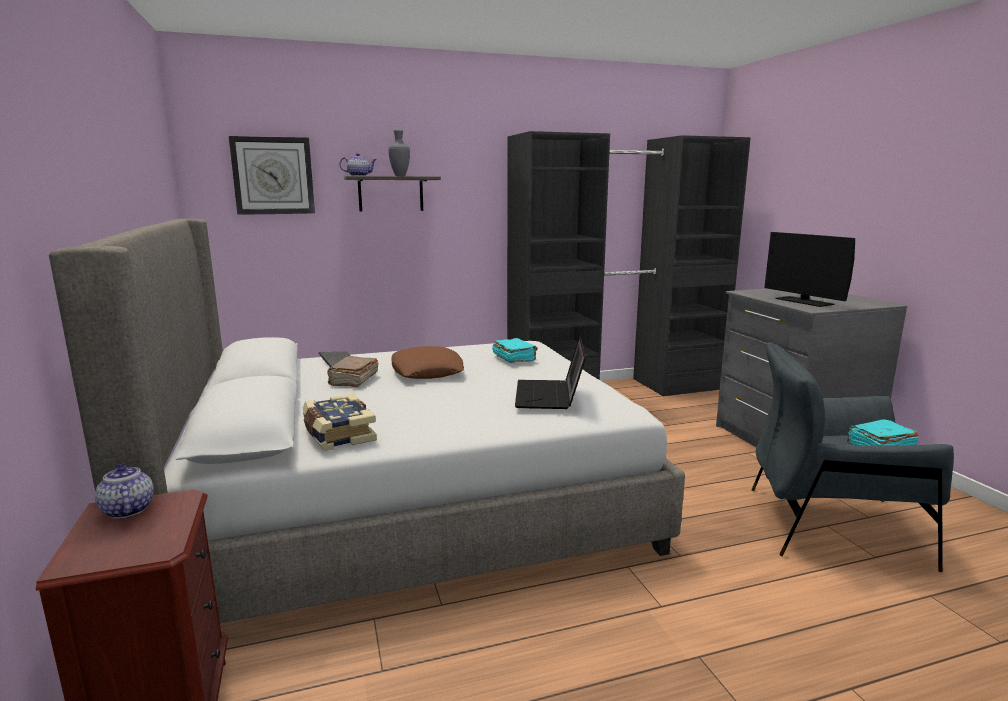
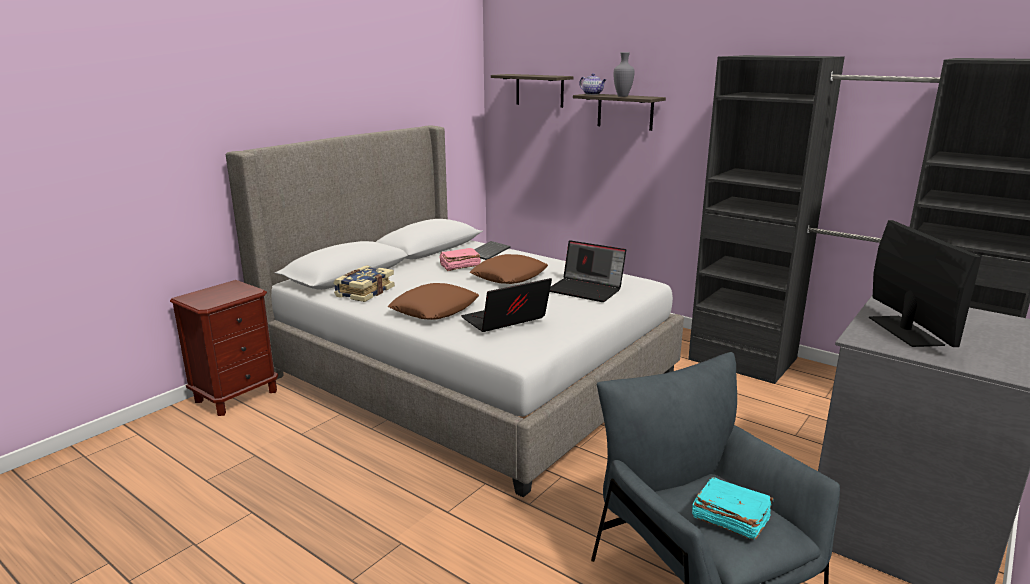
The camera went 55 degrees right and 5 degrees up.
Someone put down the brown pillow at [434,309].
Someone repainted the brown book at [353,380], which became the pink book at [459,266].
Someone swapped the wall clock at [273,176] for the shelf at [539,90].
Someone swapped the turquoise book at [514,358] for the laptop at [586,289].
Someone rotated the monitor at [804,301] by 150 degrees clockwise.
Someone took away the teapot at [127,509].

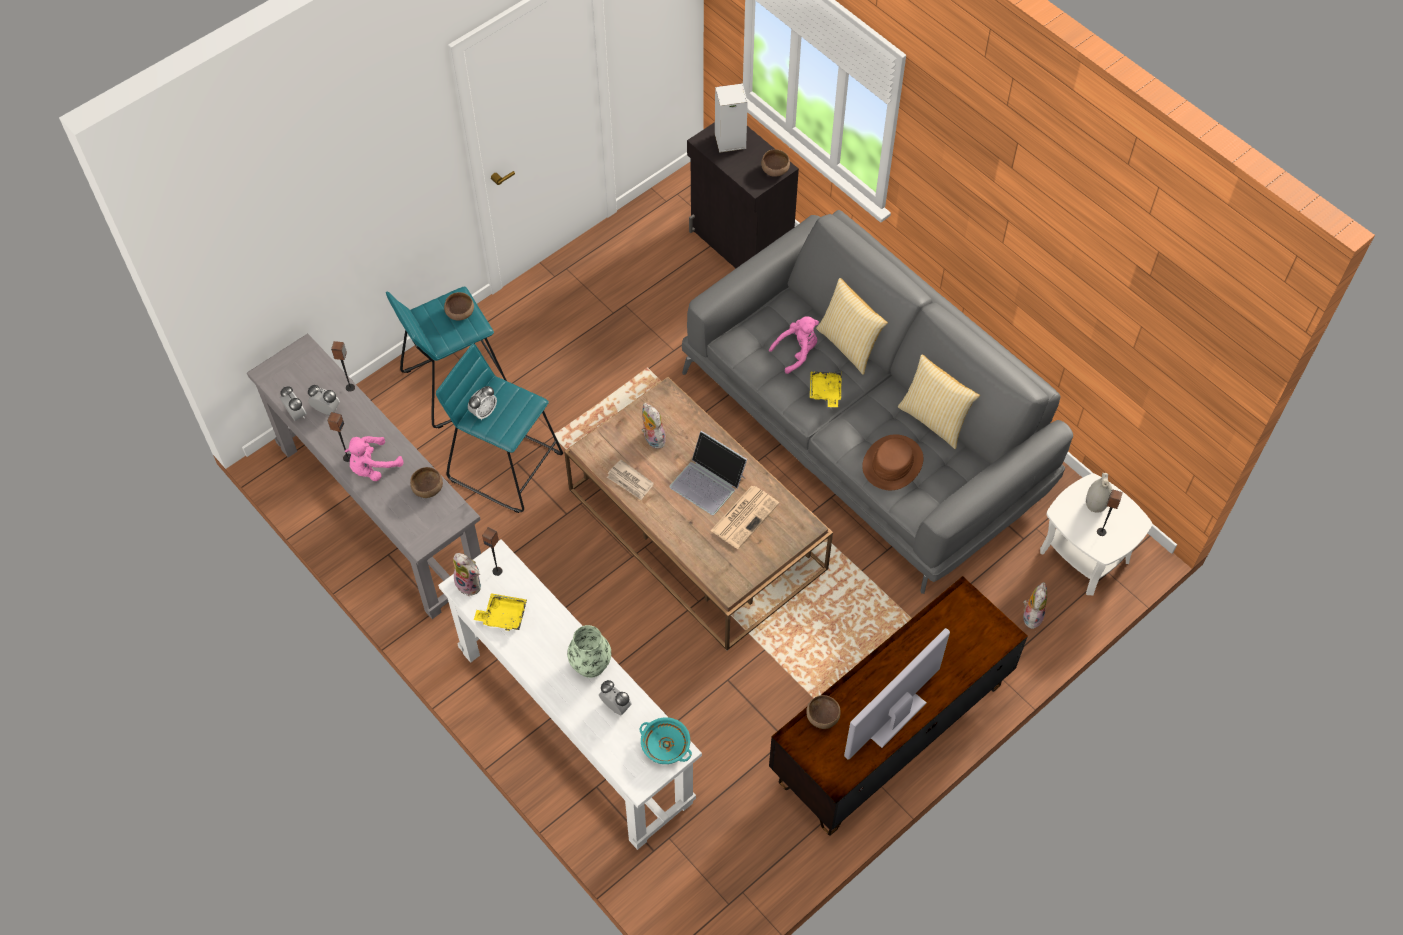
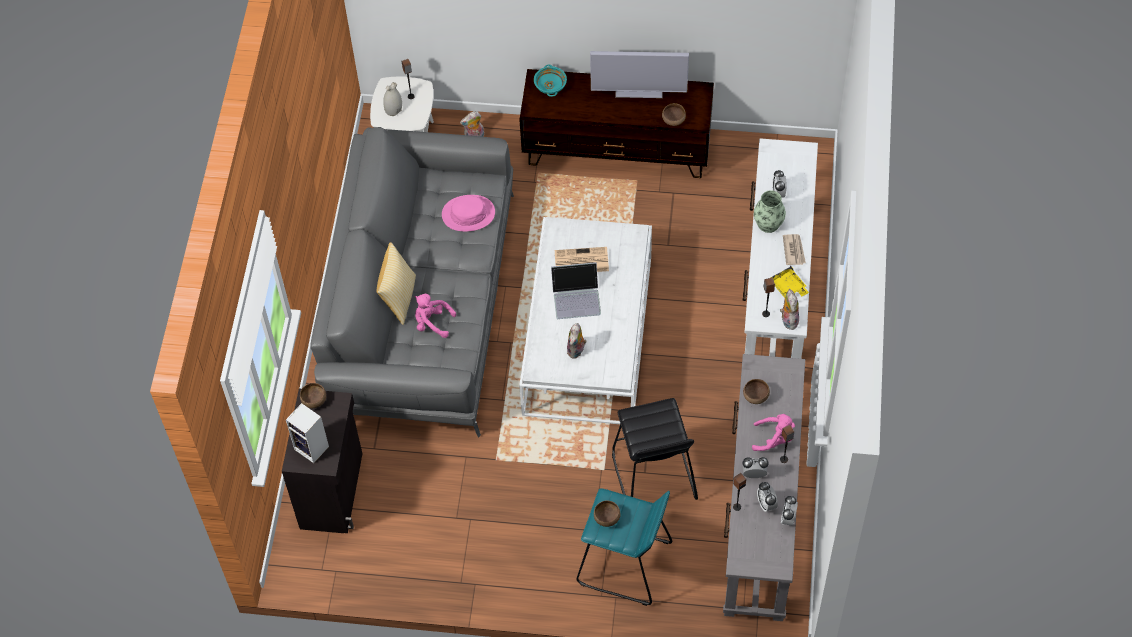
The camera went 130 degrees left and 0 degrees up.
Someone repainted the brown hat at [892,463], which became the pink hat at [468,214].
Someone repainted the brown coffee table at [697,529], which became the white coffee table at [587,335].
Someone carried the turquoise bowl from [665,746] to [550,86].
Someone rotated the laptop at [708,482] by 90 degrees clockwise.
Someone repainted the turquoise stool at [506,465], which became the black stool at [653,476].
Someone carried the alarm clock from [484,412] to [754,474].
Someone carried the newspaper from [630,481] to [794,250].
Someone took away the yellow tray at [825,392].
Someone took away the pillow at [934,420].

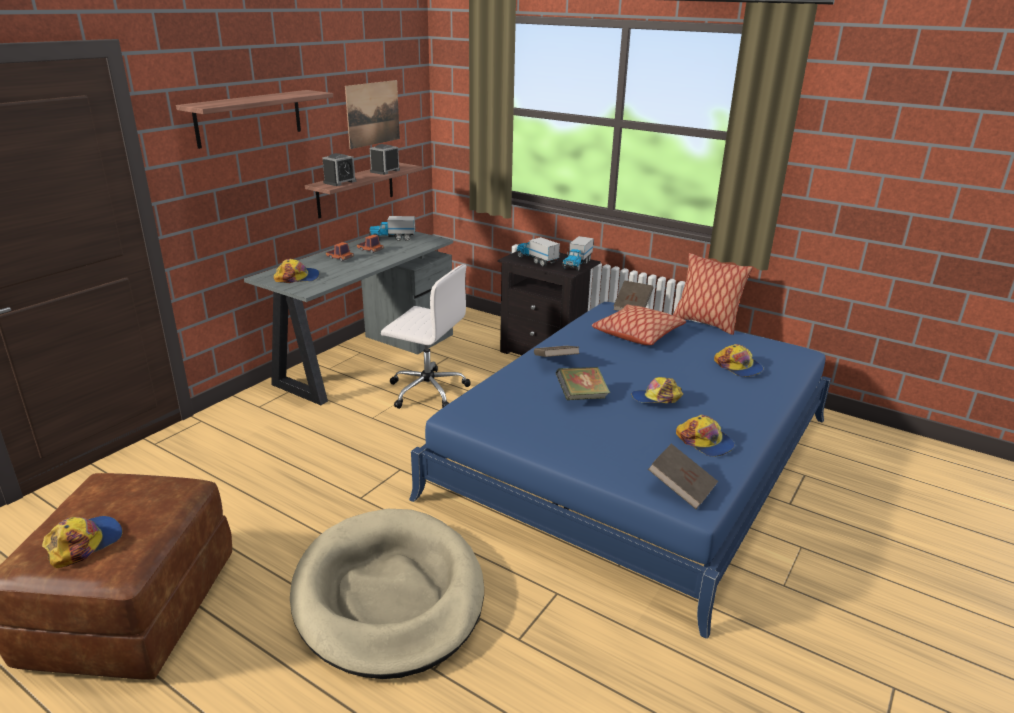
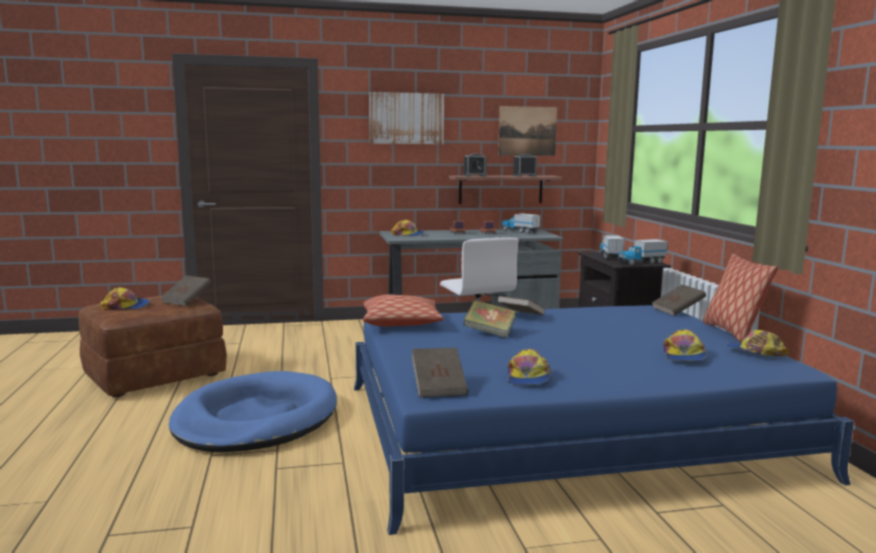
The camera went 45 degrees right and 15 degrees down.
Someone put down the brown book at [187,300].
Someone repainted the beige dog bed at [389,595], which became the blue dog bed at [256,419].
Someone carried the pillow from [637,334] to [401,323].
Someone swapped the shelf at [249,118] for the picture at [406,118].
Someone carried the cap from [656,398] to [754,353].

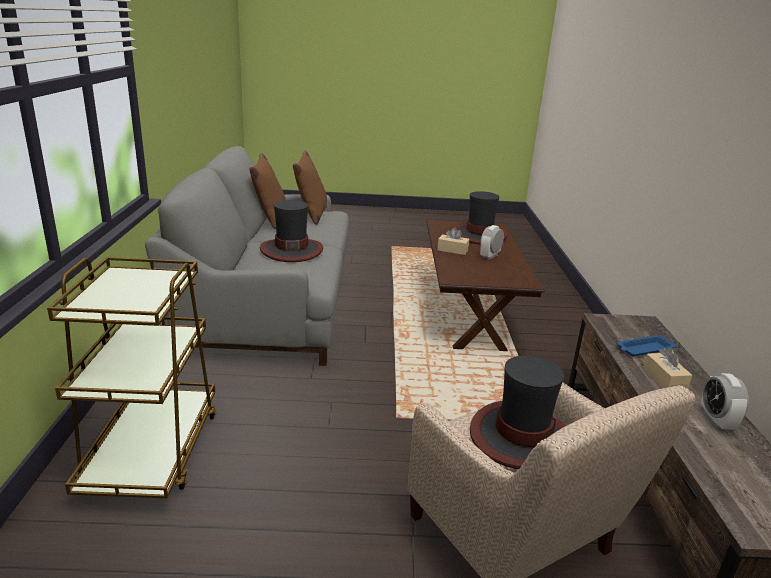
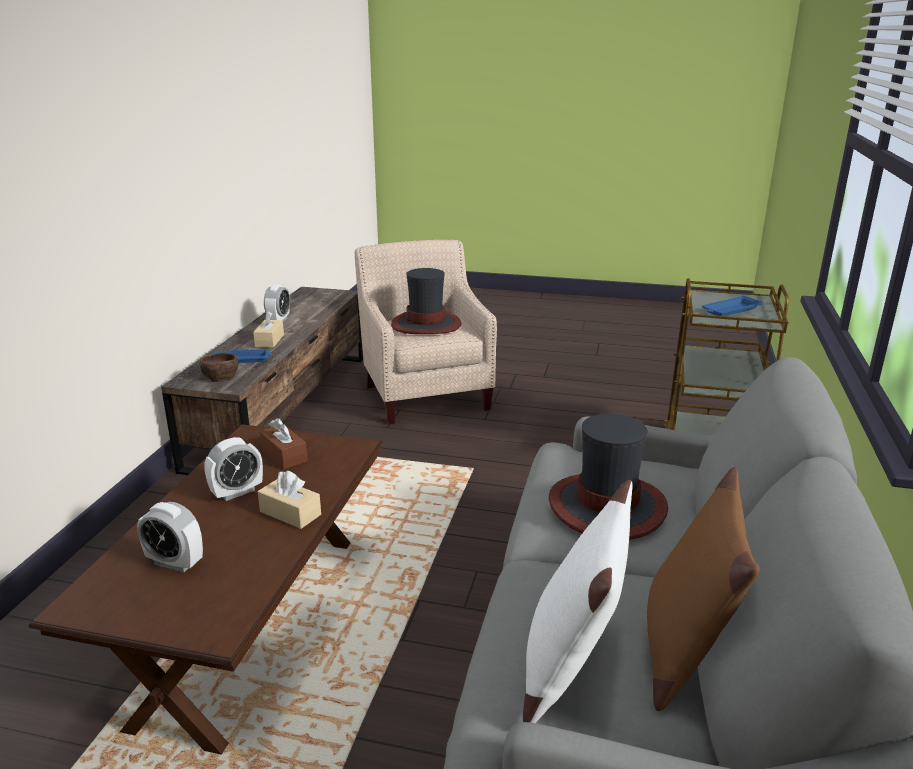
The camera went 165 degrees left and 0 degrees up.
Someone swapped the hat at [479,235] for the alarm clock at [175,563].
Someone put down the brown bowl at [220,376].
Someone put down the brown tissue box at [284,455].
Someone repainted the brown pillow at [311,216], which became the white pillow at [571,665].
Someone put down the blue tray at [730,310].

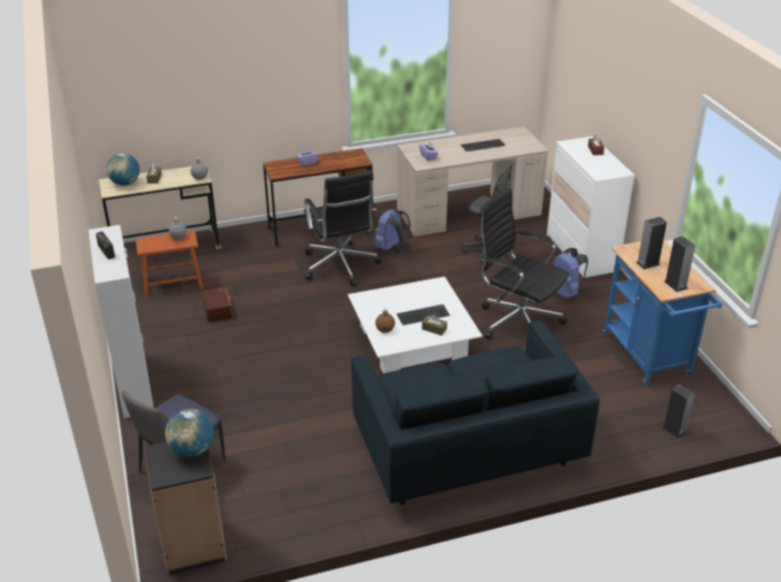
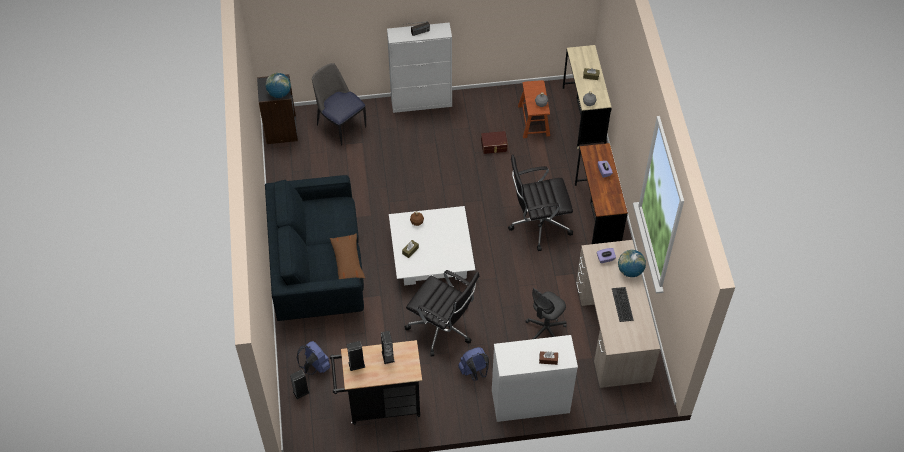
The camera went 100 degrees right and 20 degrees up.
Someone carried the blue backpack from [391,249] to [315,366].
Someone put down the brown pillow at [347,261].
Someone repainted the blue cart at [649,358], which became the black cart at [379,404].
Someone rotated the black office chair at [517,321] by 75 degrees clockwise.
Someone carried the globe from [125,183] to [630,271].
Someone took away the keyboard at [423,315].

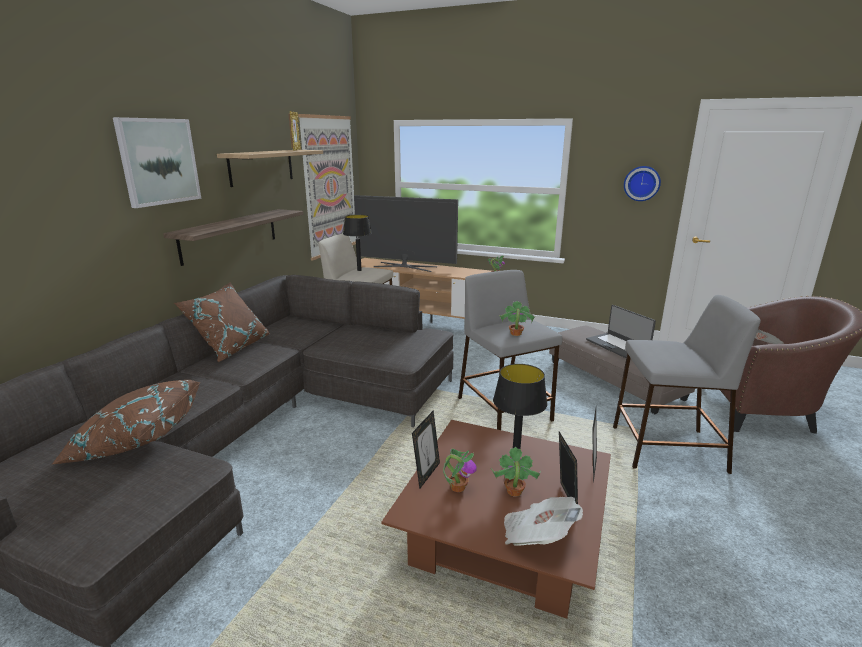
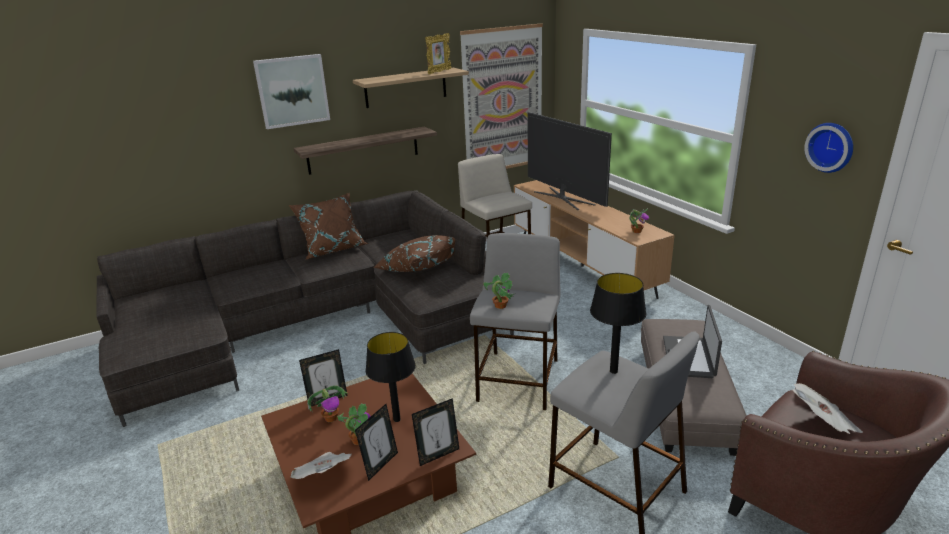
The camera went 40 degrees right and 5 degrees up.
Someone carried the brown pillow from [136,440] to [418,268].
Someone carried the black table lamp from [359,270] to [614,371].

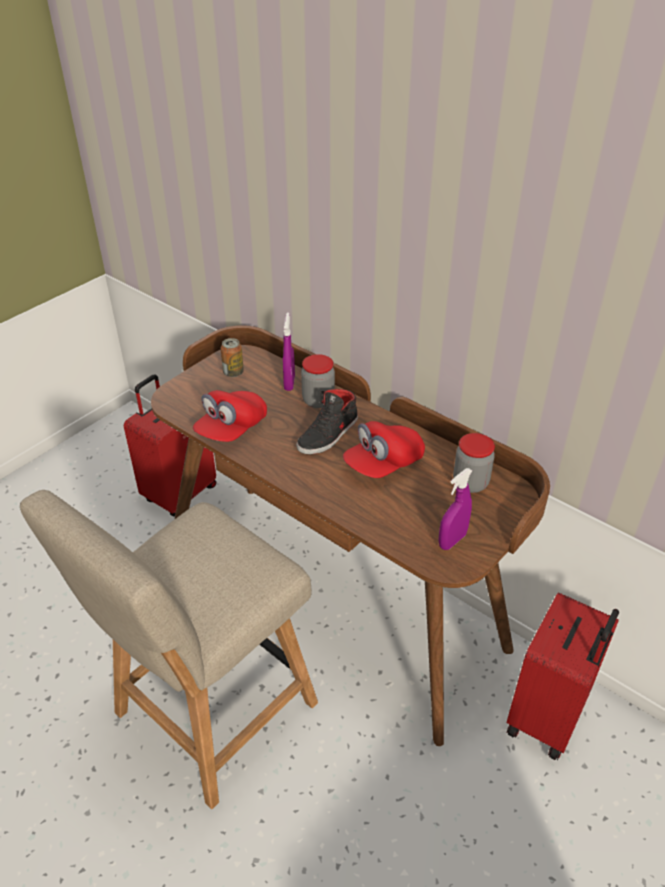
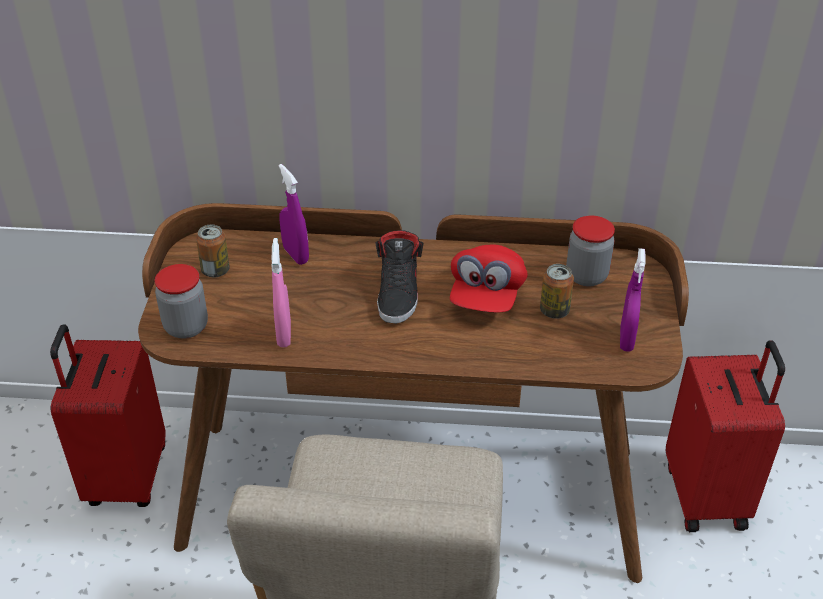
The camera went 35 degrees left and 0 degrees up.
Someone carried the jar from [318,400] to [186,327].
Someone swapped the red cap at [231,429] for the pink spray bottle at [284,334].
Someone put down the can at [554,311].

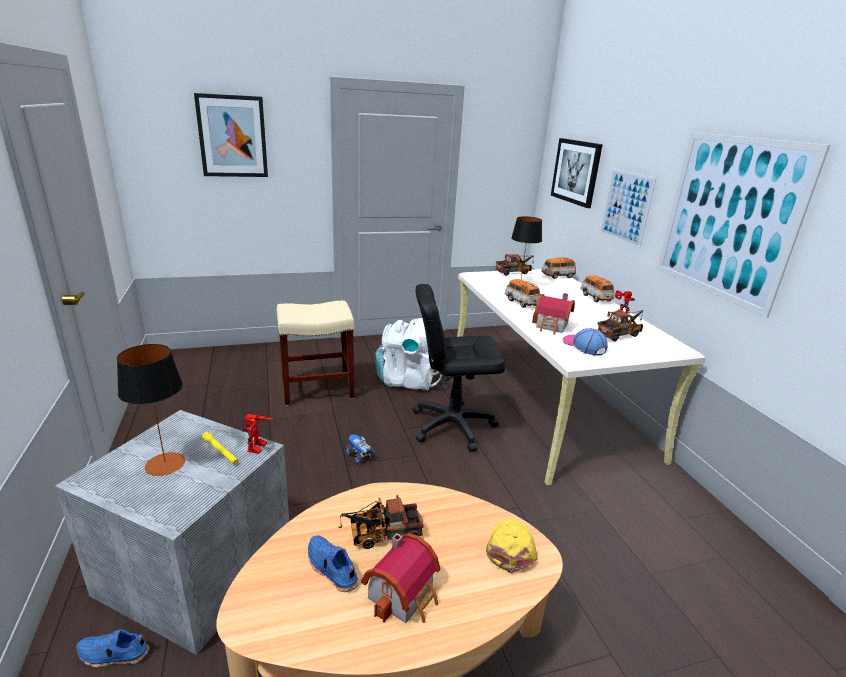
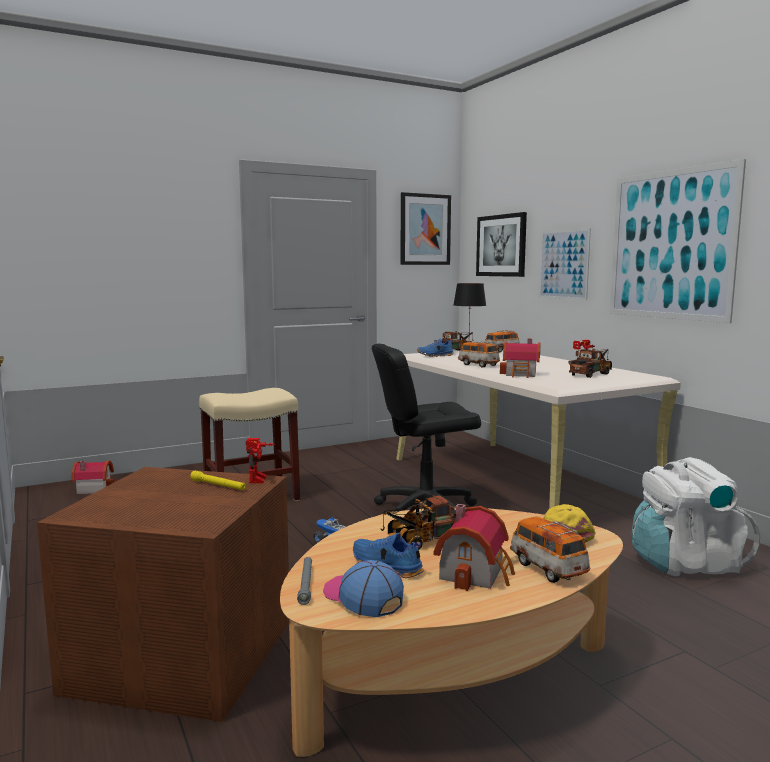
The camera went 10 degrees left and 15 degrees down.
Someone repainted the grey storage box at [196,567], which became the brown storage box at [181,653].
Someone put down the toy house at [94,488].
Someone put down the grey flashlight at [306,584].
Someone carried the cap from [583,345] to [362,597].
Someone carried the picture from [232,136] to [425,229].
Someone carried the blue shoe from [113,655] to [435,355].
Someone carried the toy car from [595,297] to [547,568].
Someone carried the white backpack from [407,380] to [685,563].
Someone took away the table lamp at [165,464].

